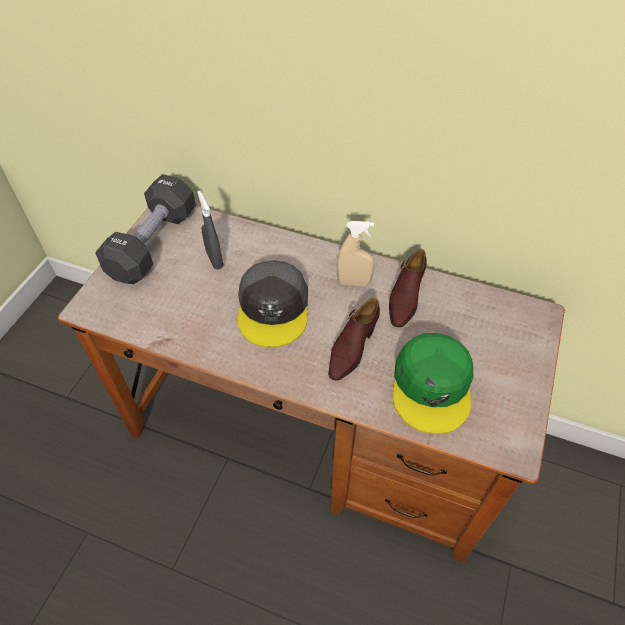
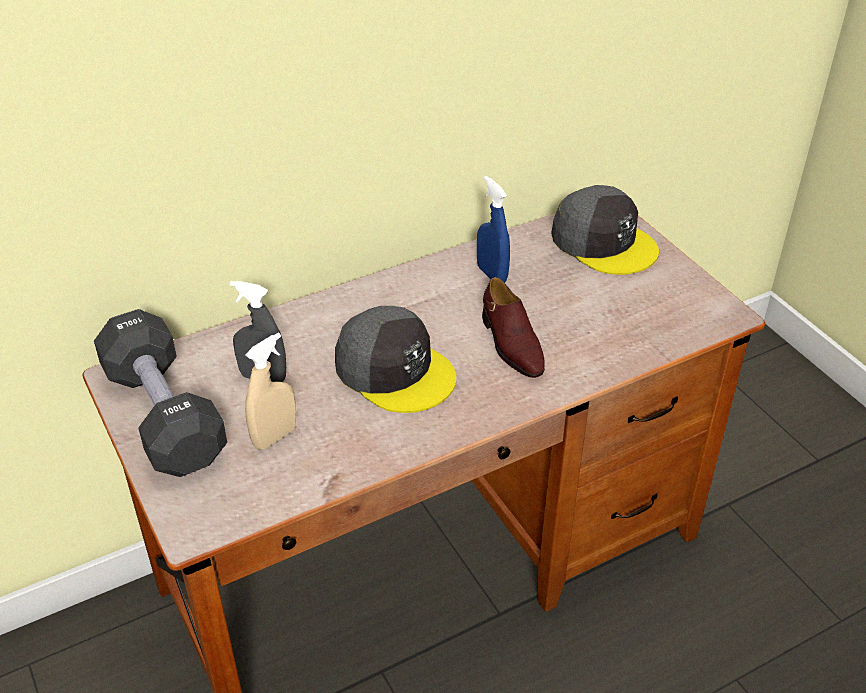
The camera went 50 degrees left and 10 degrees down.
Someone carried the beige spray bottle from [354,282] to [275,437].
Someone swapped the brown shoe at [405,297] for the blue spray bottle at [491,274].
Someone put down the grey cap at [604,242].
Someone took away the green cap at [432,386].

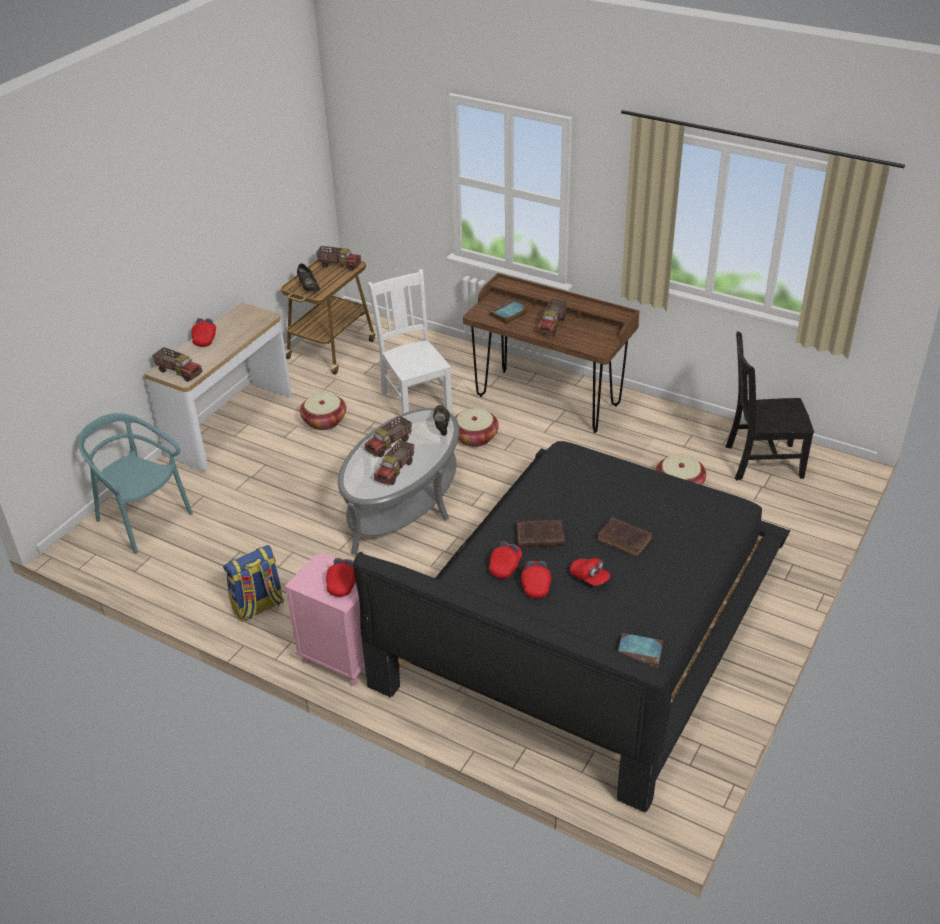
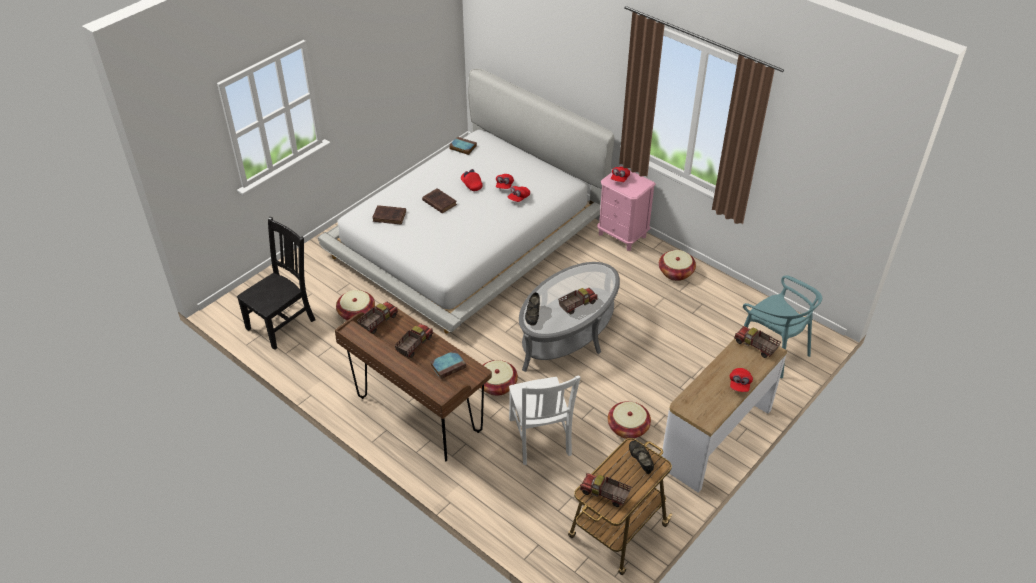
The camera went 170 degrees left and 5 degrees up.
Someone rotated the black chair at [760,461] by 60 degrees counterclockwise.
Someone repainted the black bed at [585,619], which became the white bed at [469,235].
Someone carried the toy truck from [395,471] to [378,322].
Someone carried the brown book from [538,536] to [390,216].
Someone swapped the backpack at [258,607] for the basket at [676,272].

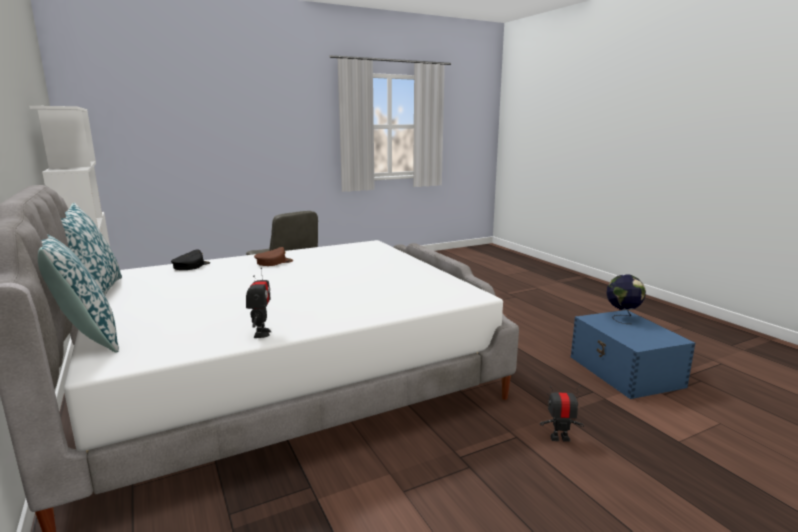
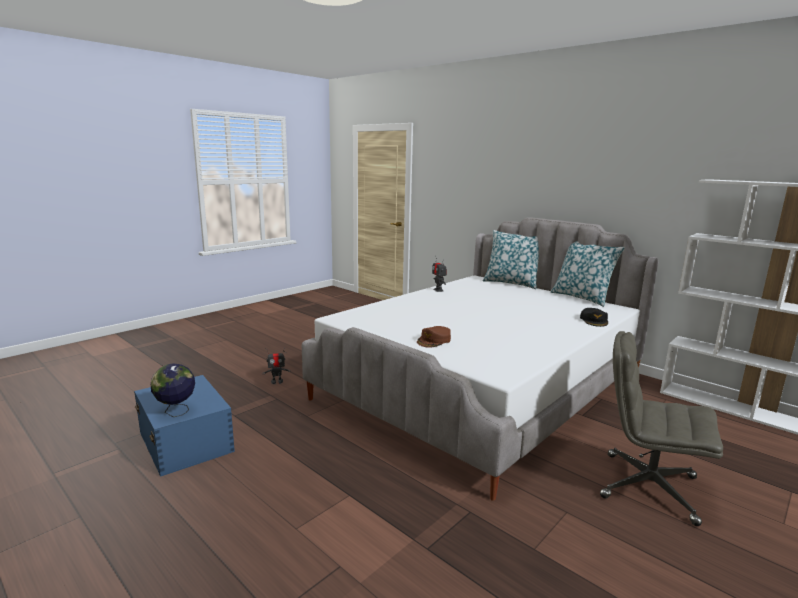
The camera went 160 degrees right and 0 degrees up.
Someone carried the brown cap from [274,262] to [434,341].

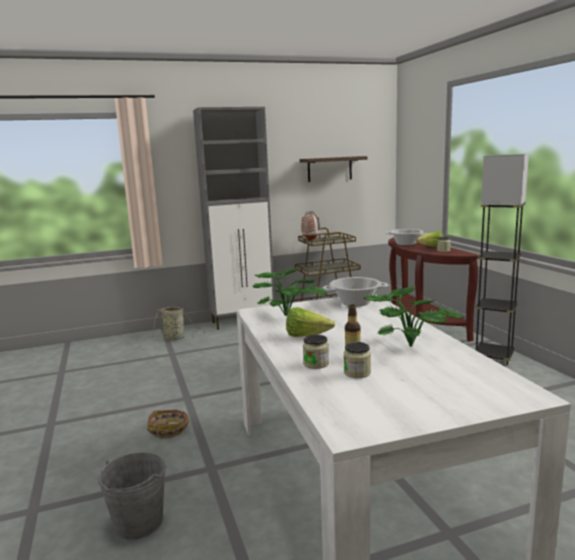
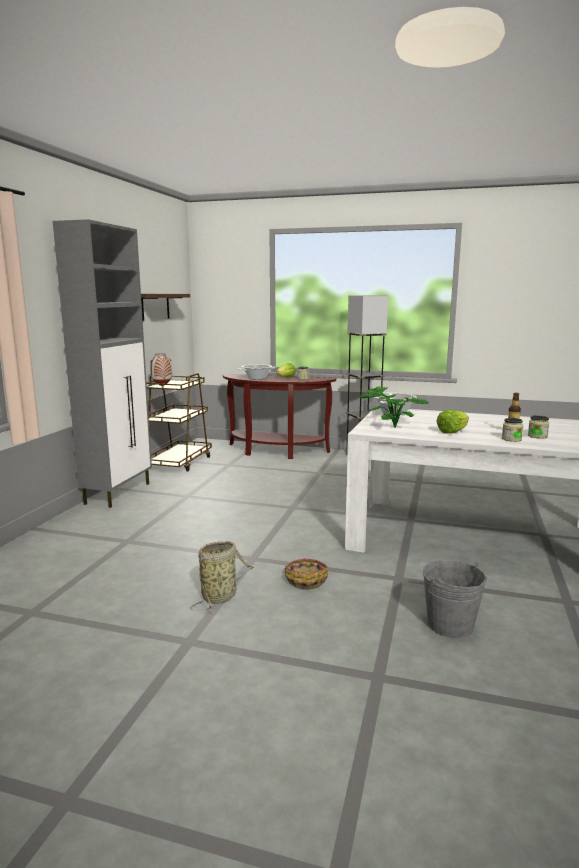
The camera went 55 degrees left and 0 degrees up.
Someone carried the basket from [176,338] to [221,596].
Someone took away the potted plant at [410,344].

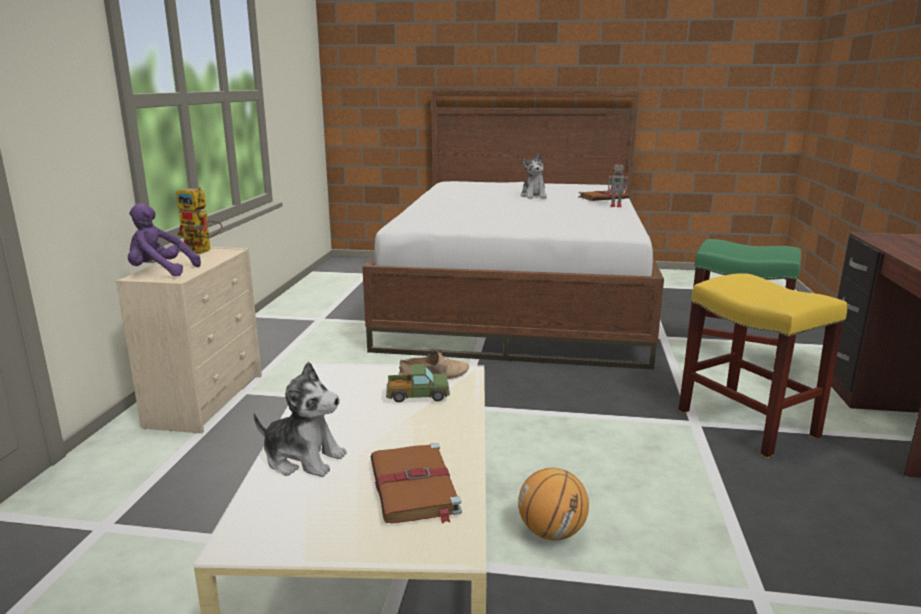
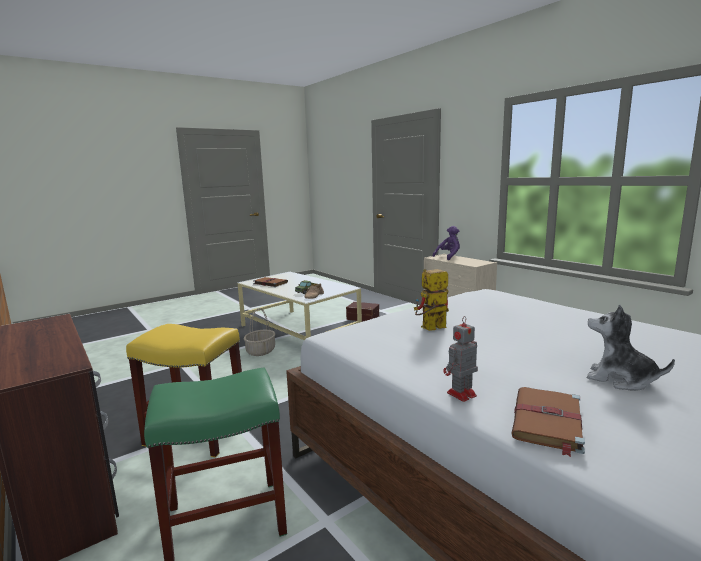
The camera went 135 degrees right and 5 degrees down.
Someone swapped the basketball at [552,532] for the basket at [261,351].
Someone put down the brown storage box at [362,318].
Someone carried the toy robot from [203,251] to [430,329].
Someone took away the plush toy at [303,458].

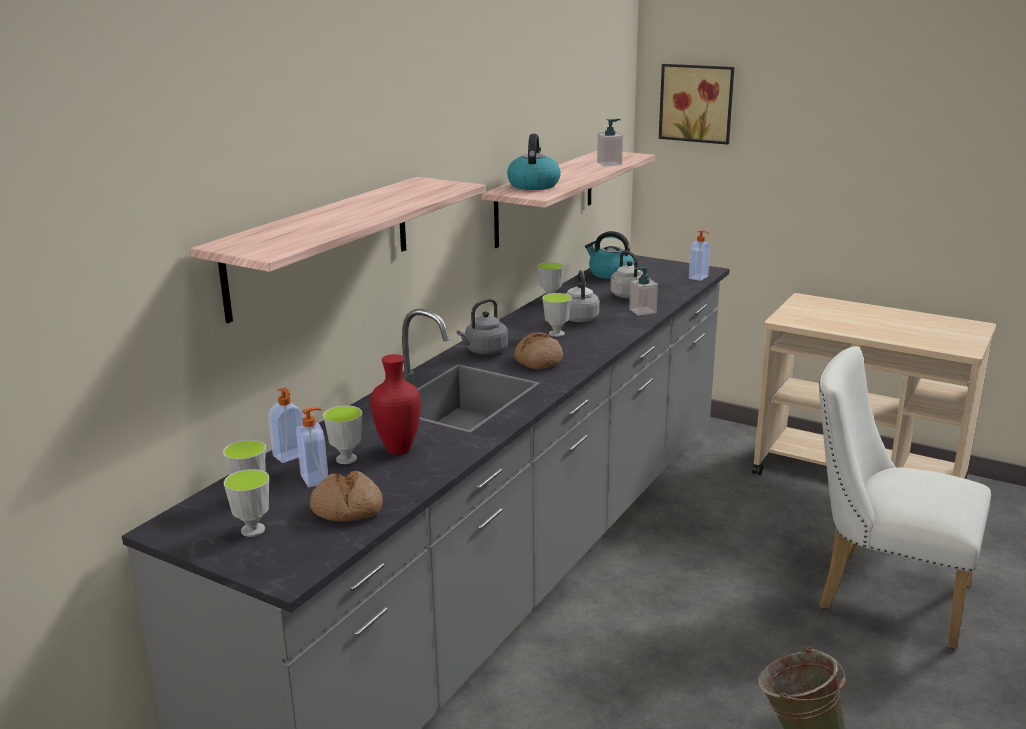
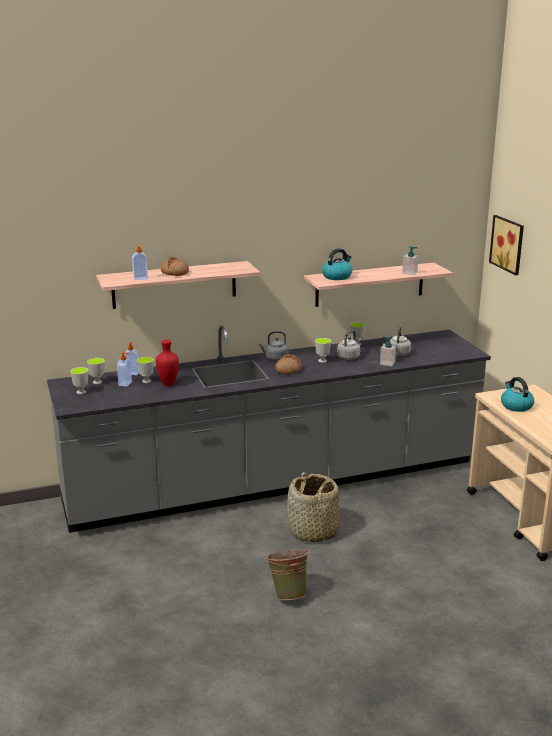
The camera went 40 degrees right and 0 degrees up.
Someone carried the soap dispenser from [699,277] to [140,278].
Someone carried the bread from [347,509] to [174,272].
Someone put down the basket at [313,531].
Someone carried the kettle from [610,273] to [516,406].
Someone took away the white chair at [881,594].

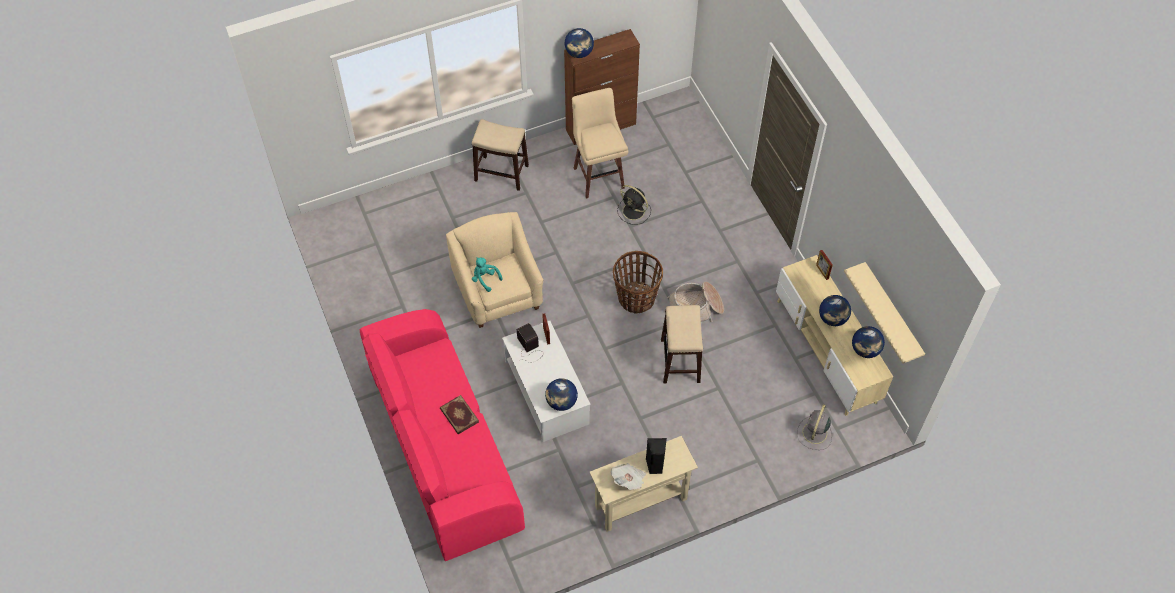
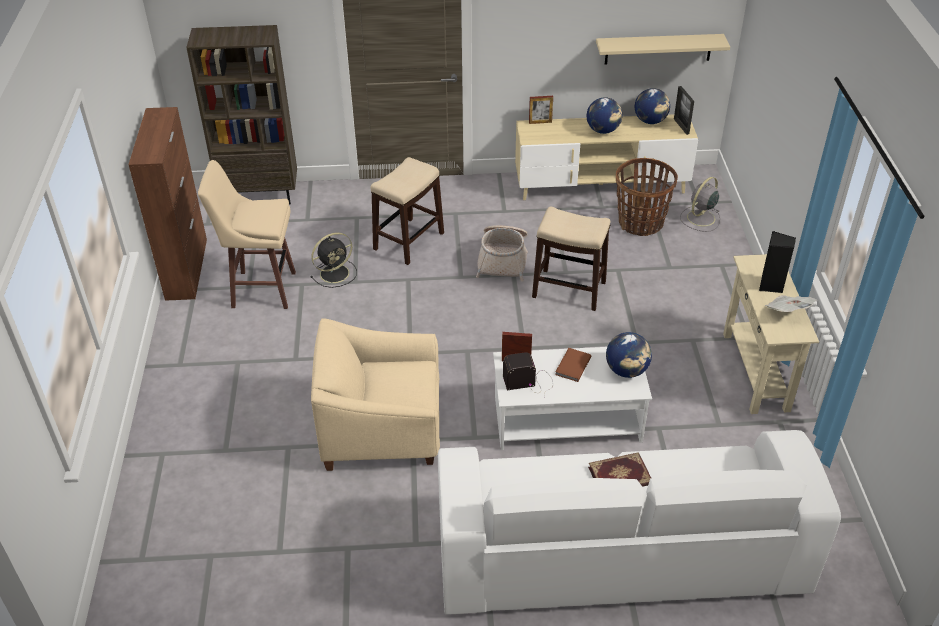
The camera went 70 degrees left and 15 degrees down.
Someone put down the brown bookcase at [260,196].
Someone carried the stool from [502,173] to [409,241].
Someone repainted the pink sofa at [443,448], which became the white sofa at [618,554].
Someone put down the brown book at [572,366].
Someone carried the basket from [636,298] to [640,223].
Someone put down the picture frame at [681,126].
Someone rotated the grey fan at [814,434] by 90 degrees clockwise.
Someone took away the turquoise plush toy at [485,279].
Someone took away the globe at [579,53].

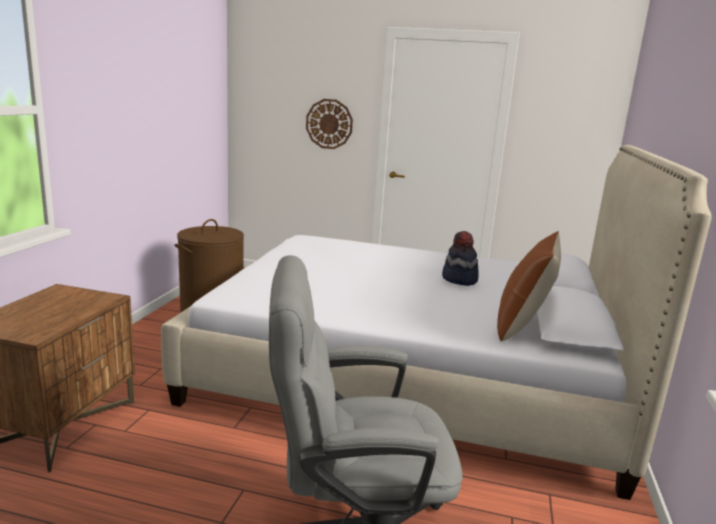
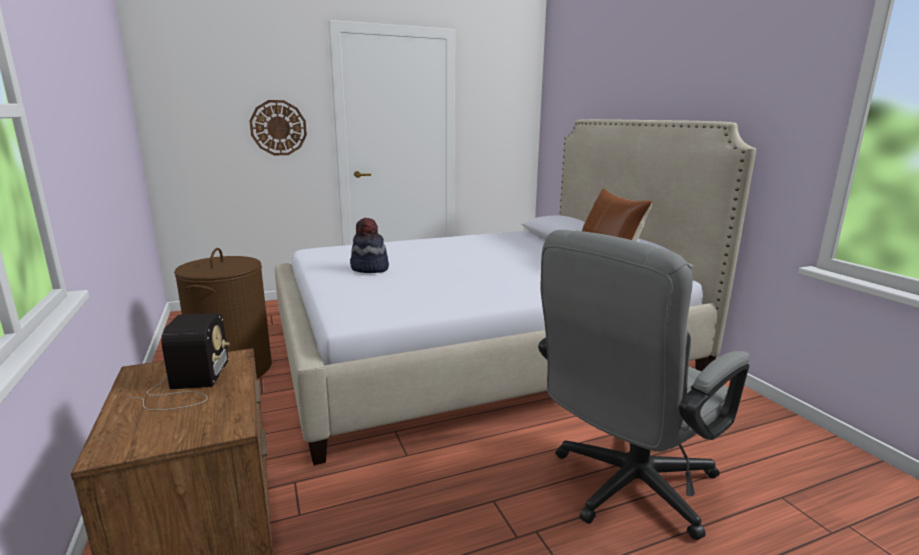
The camera went 35 degrees left and 0 degrees up.
Someone put down the radio at [188,385].
Someone carried the hat from [459,279] to [369,269].

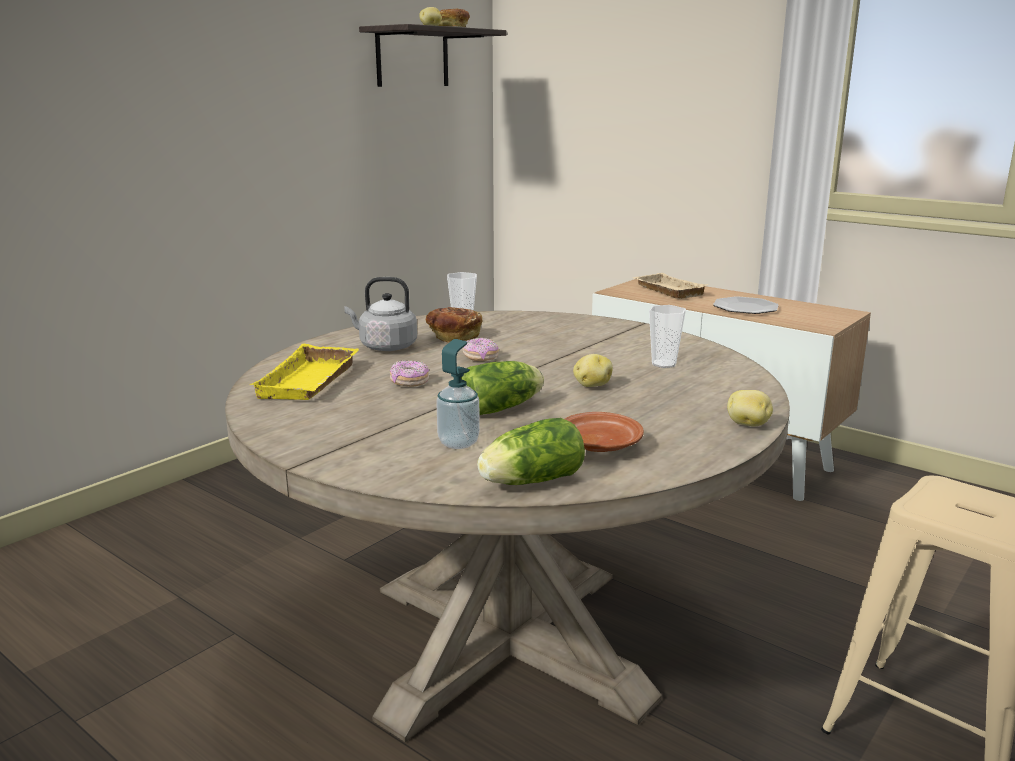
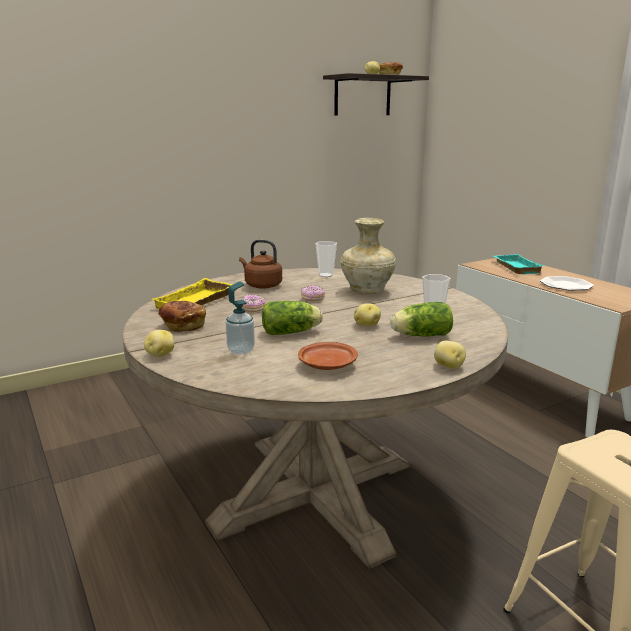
The camera went 20 degrees right and 0 degrees up.
Someone put down the potato at [160,355].
Someone carried the bread from [453,336] to [182,326].
Someone repainted the grey kettle at [385,347], which became the brown kettle at [261,285].
Someone put down the beige vase at [367,291].
Someone carried the lettuce from [528,481] to [419,335].
Someone repainted the beige tray at [666,291], which became the turquoise tray at [515,267].

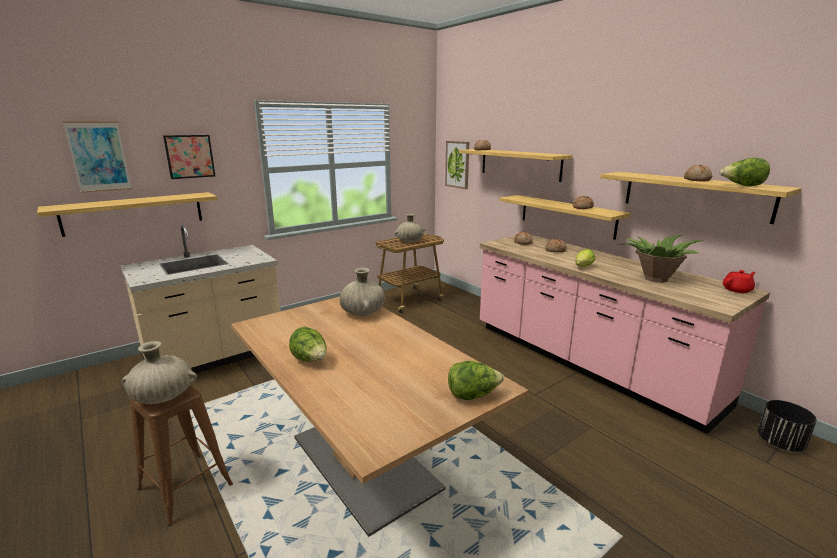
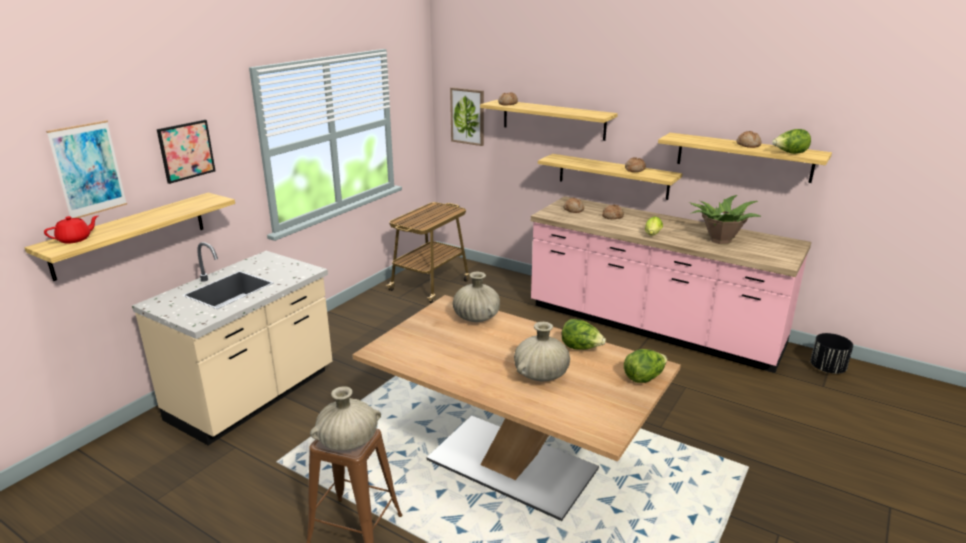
The camera went 20 degrees left and 5 degrees up.
Someone carried the red teapot from [737,290] to [75,239].
Someone carried the beige vase from [409,241] to [540,375].
Someone carried the lettuce from [310,360] to [581,348].

